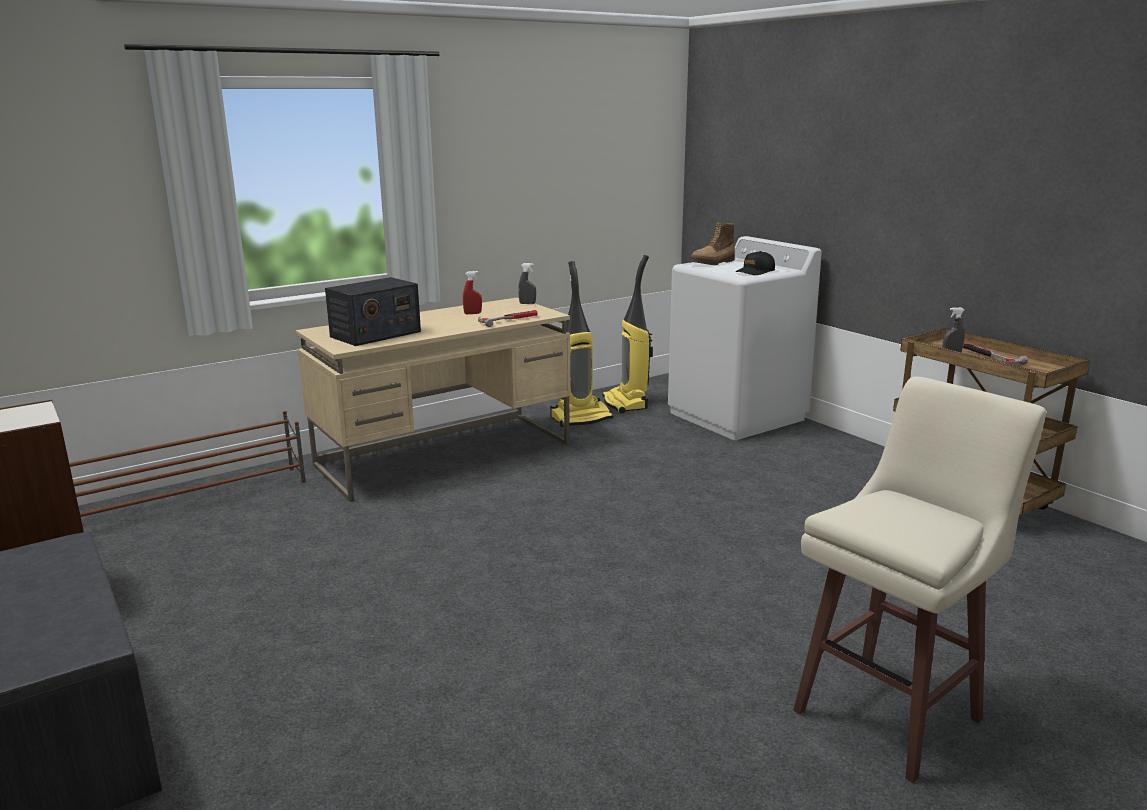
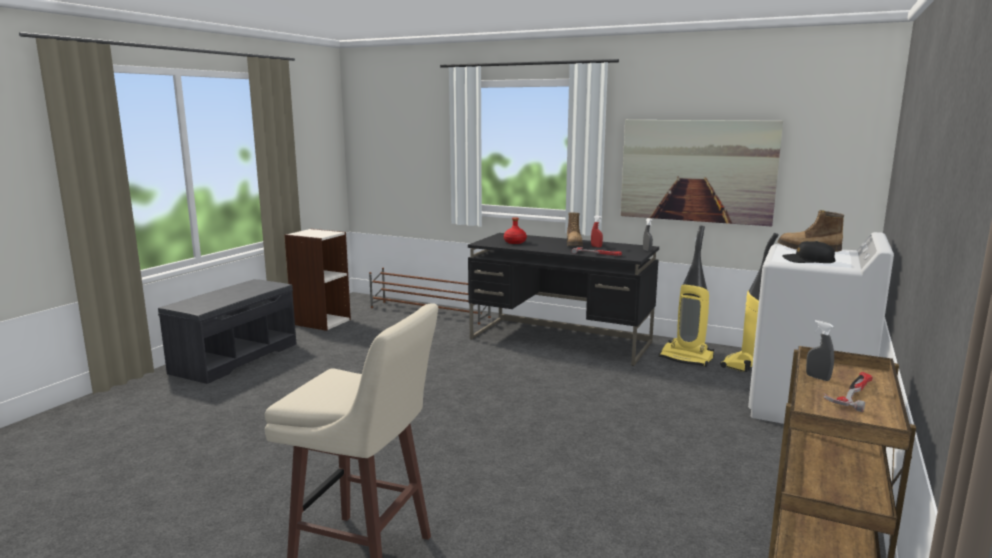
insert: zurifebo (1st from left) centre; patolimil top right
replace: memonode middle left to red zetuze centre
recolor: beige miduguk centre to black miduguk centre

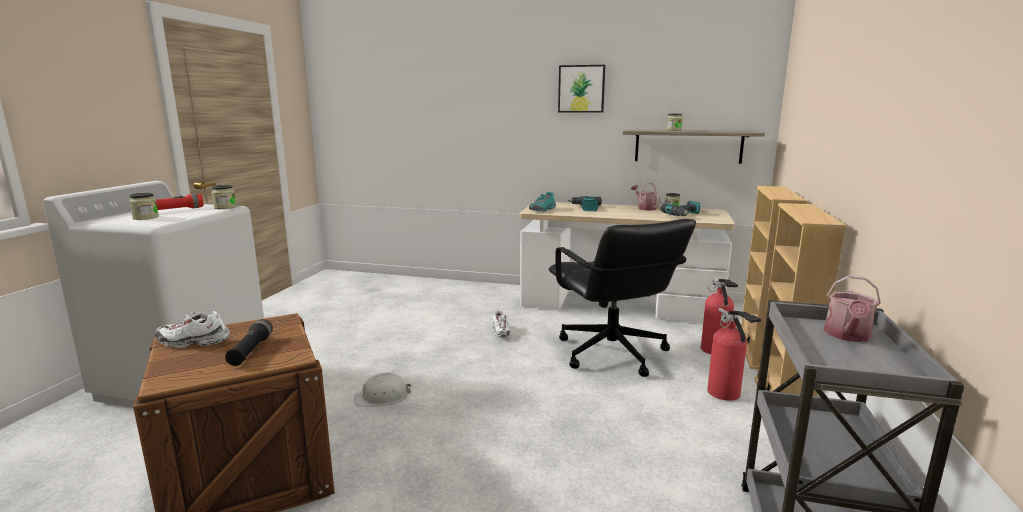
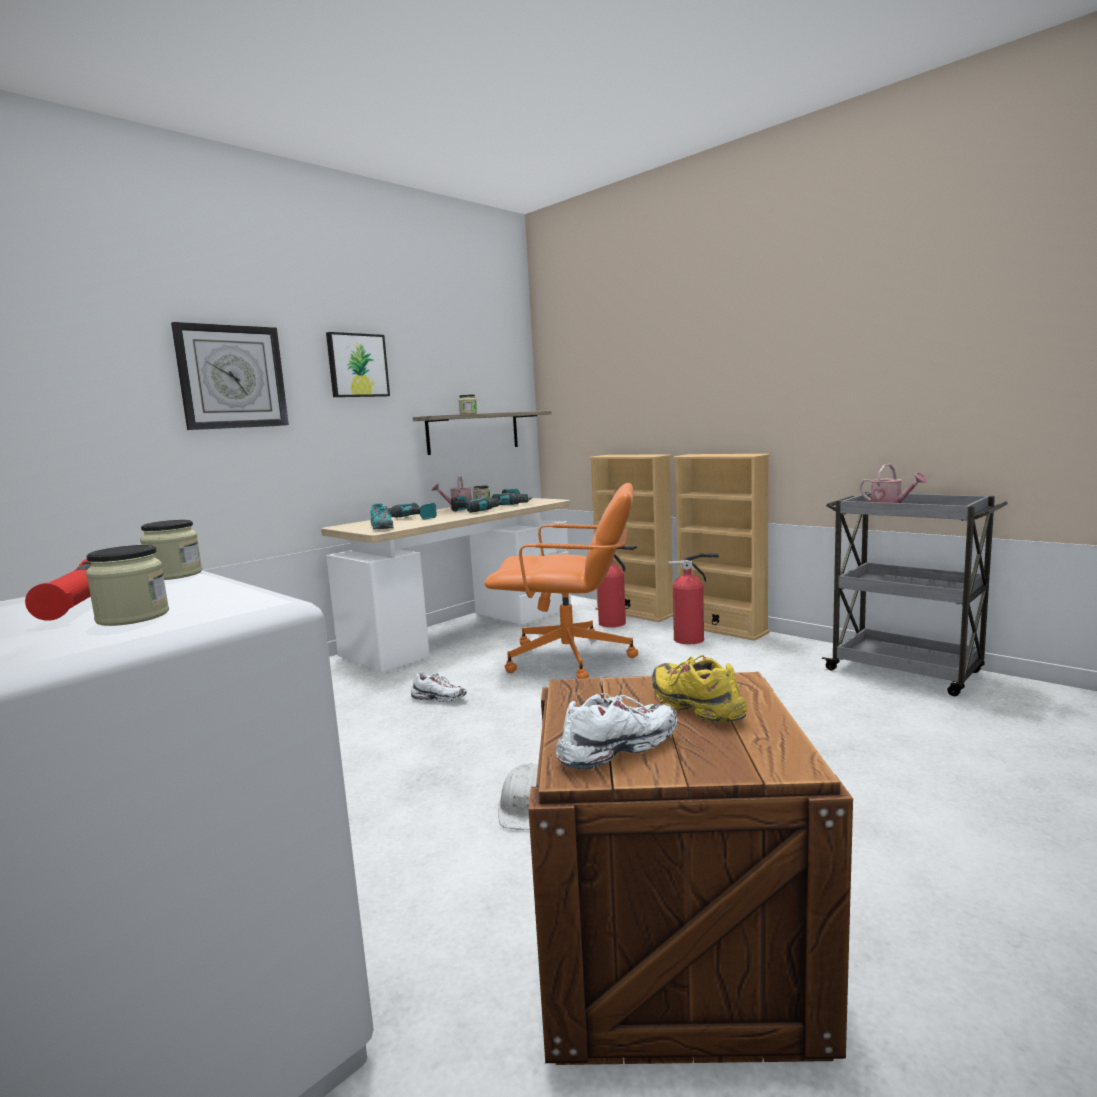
insert: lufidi middle left; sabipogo (2nd from left) centre
replace: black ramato bottom left to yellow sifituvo centre
recolor: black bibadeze centre to orange bibadeze centre
rotate: white sifituvo (1st from left in the first image) middle left = centre 150 degrees counterclockwise

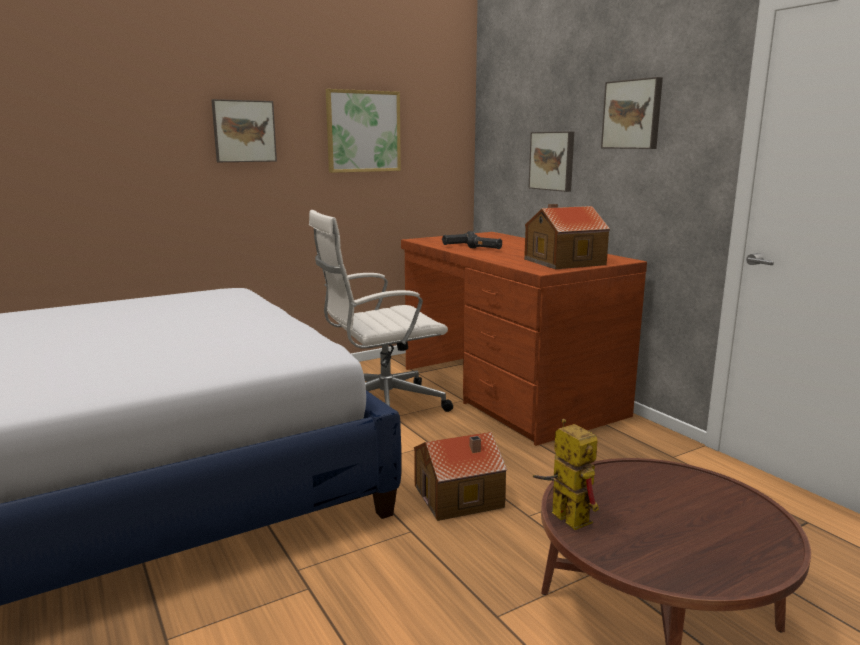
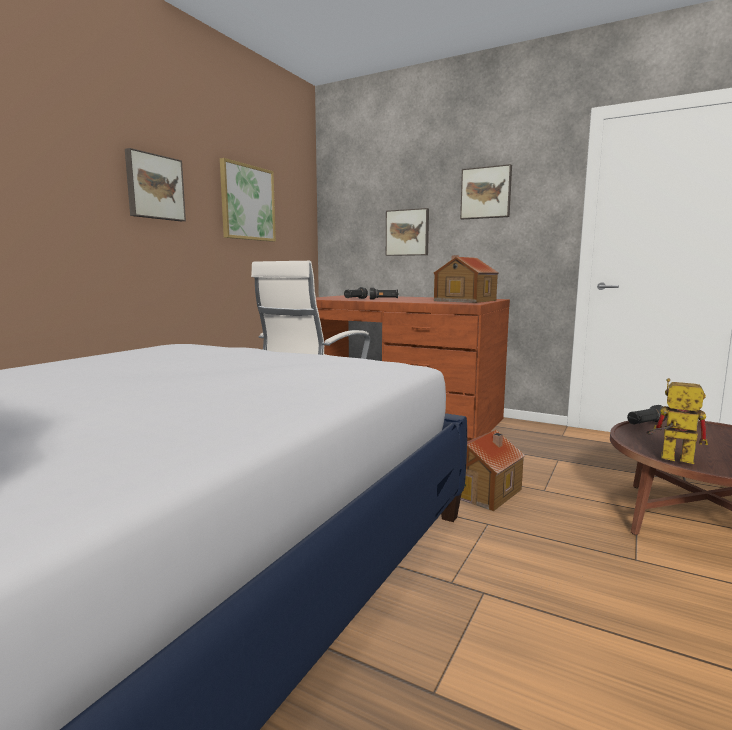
insert: black ramato (3rd from left) middle right

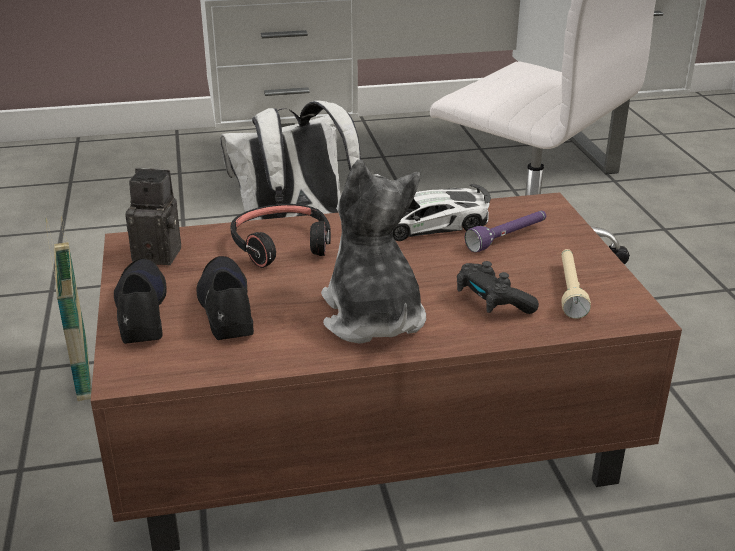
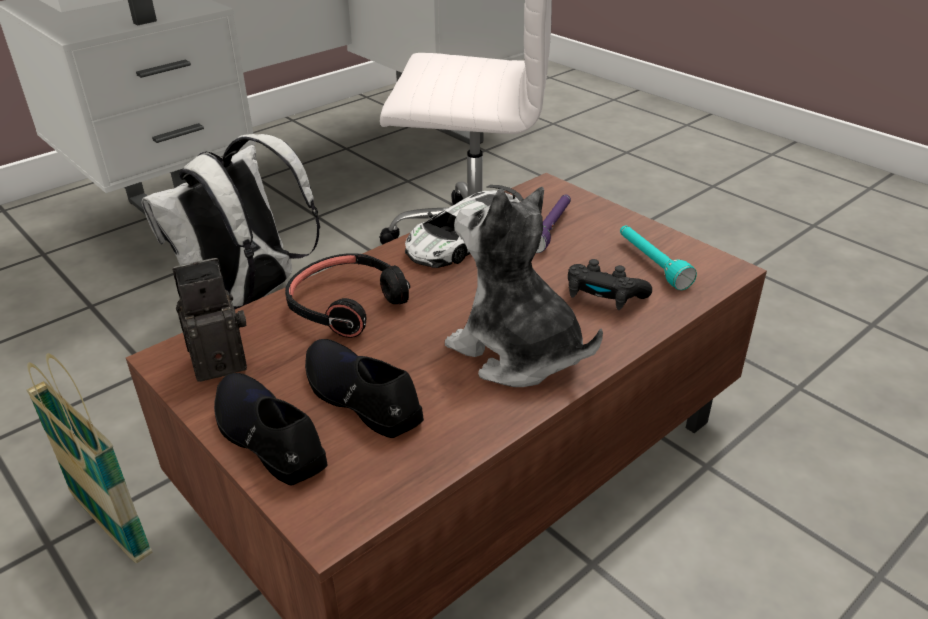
recolor: beige ramato middle right to turquoise ramato middle right

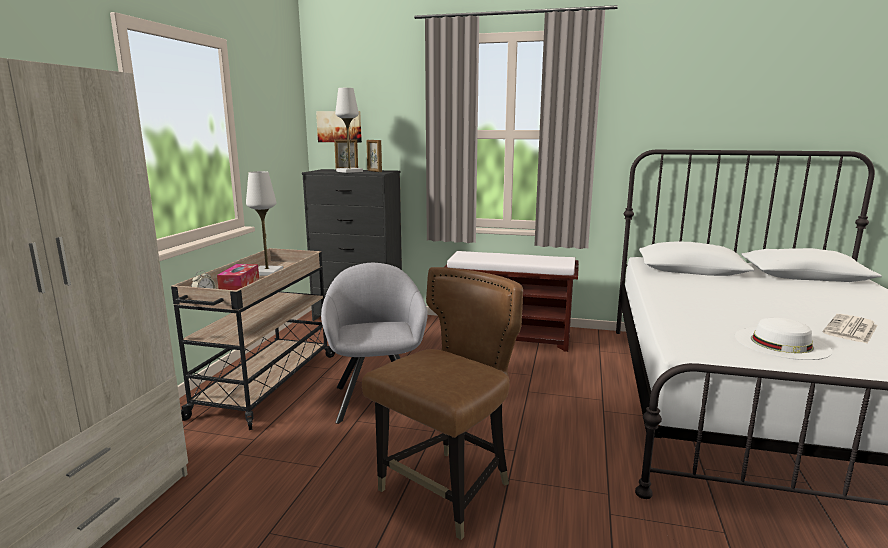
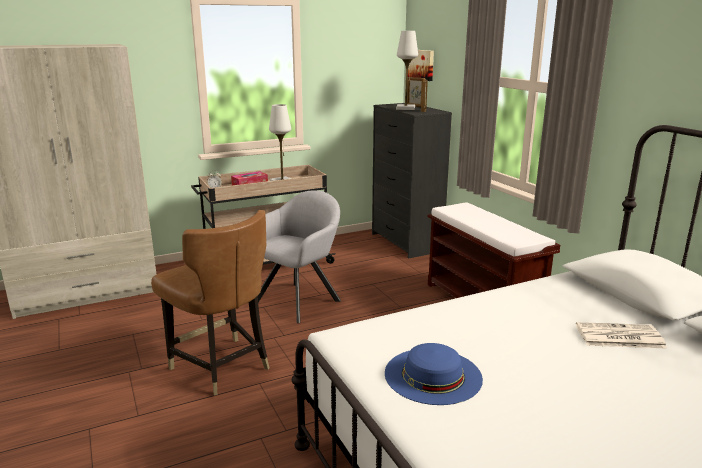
move: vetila middle right to bottom right
recolor: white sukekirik middle right to blue sukekirik bottom centre
rotate: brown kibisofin bottom centre = middle left 45 degrees clockwise

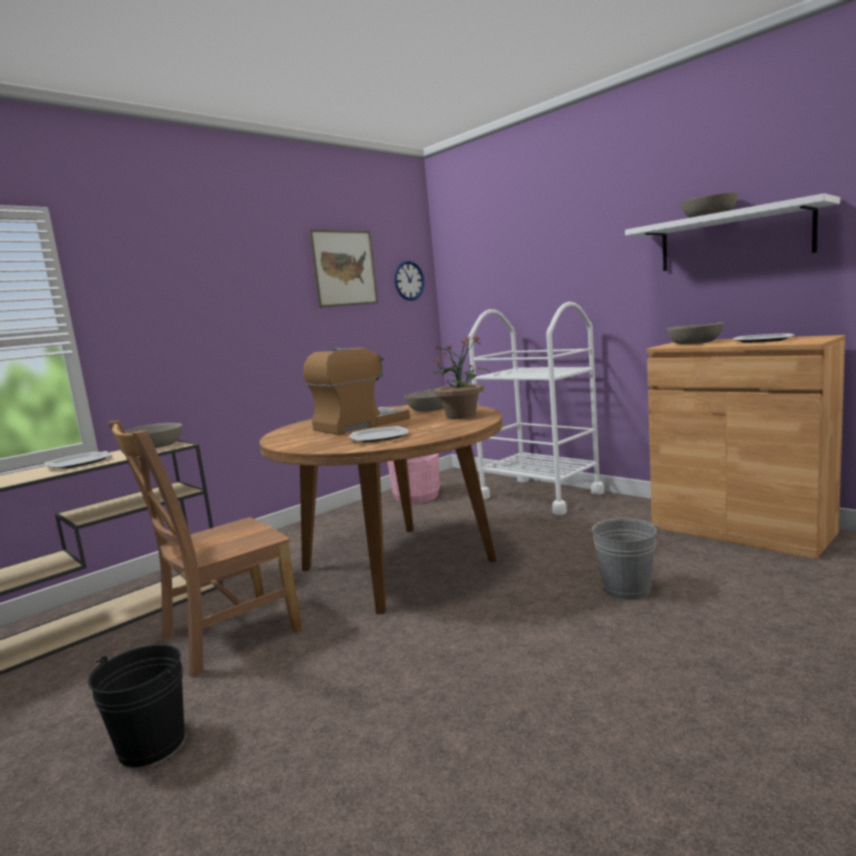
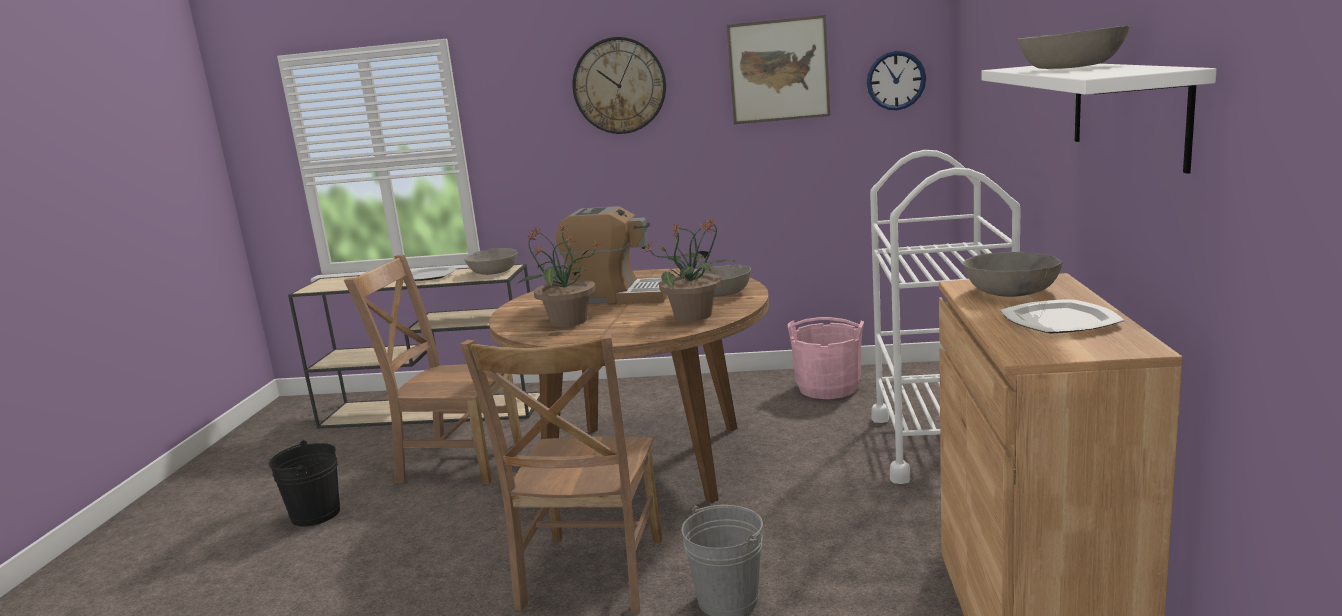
insert: brown kibisofin (2nd from left) bottom centre; lufidi (1st from left) top centre
replace: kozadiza (2nd from left) centre to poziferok (1st from left) centre

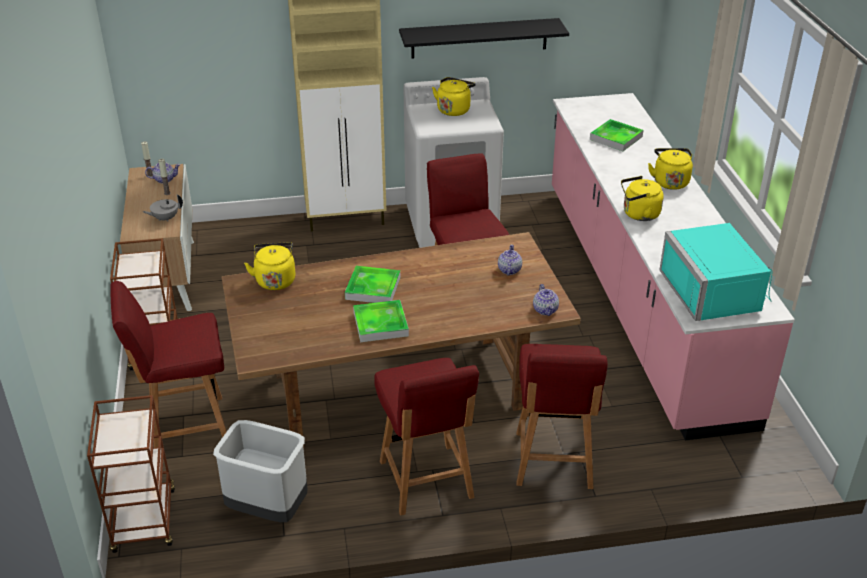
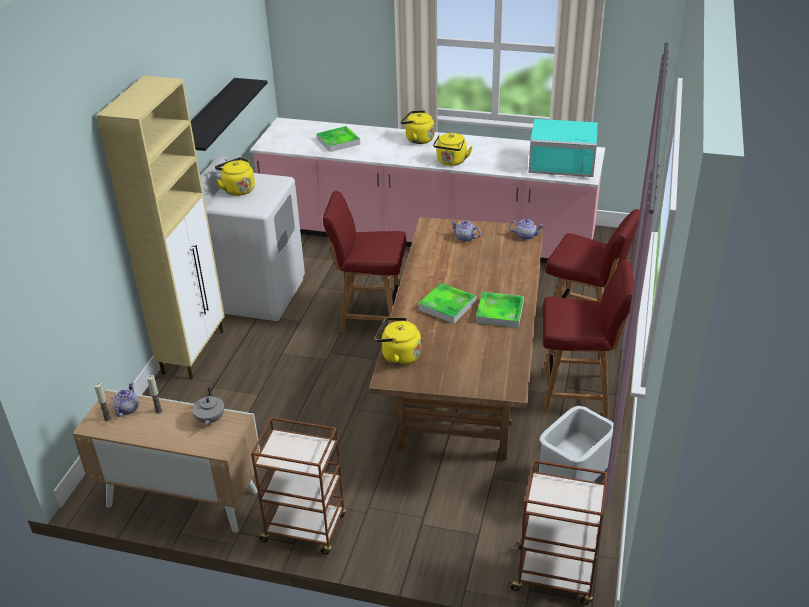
delete: red kibisofin (1st from left) middle left

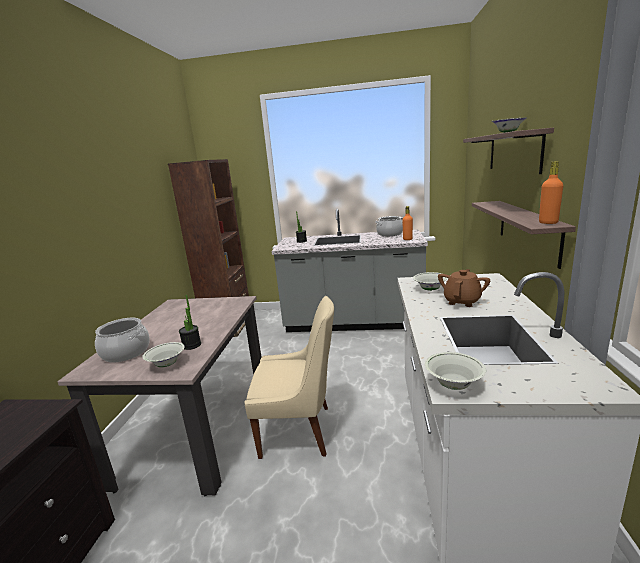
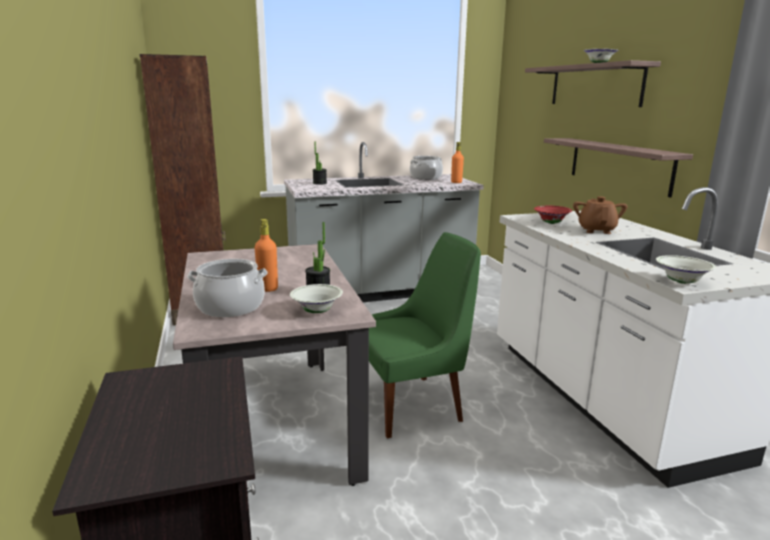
move: orange zetuze (2nd from left in the first image) middle right to orange zetuze (1st from left) centre
recolor: beige kibisofin bottom centre to green kibisofin centre; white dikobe (2nd from left) middle right to red dikobe middle right

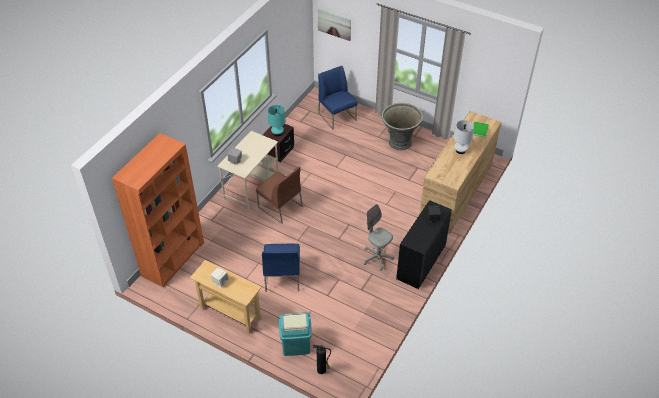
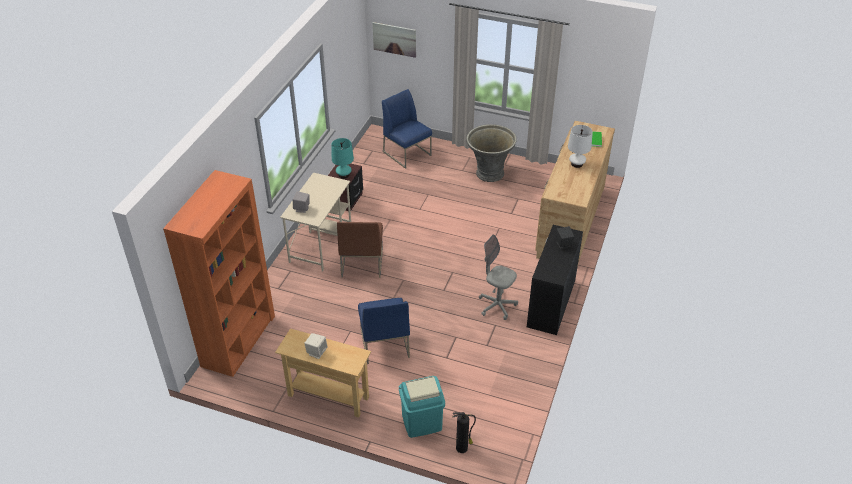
rotate: brown kibisofin centre = centre 60 degrees clockwise

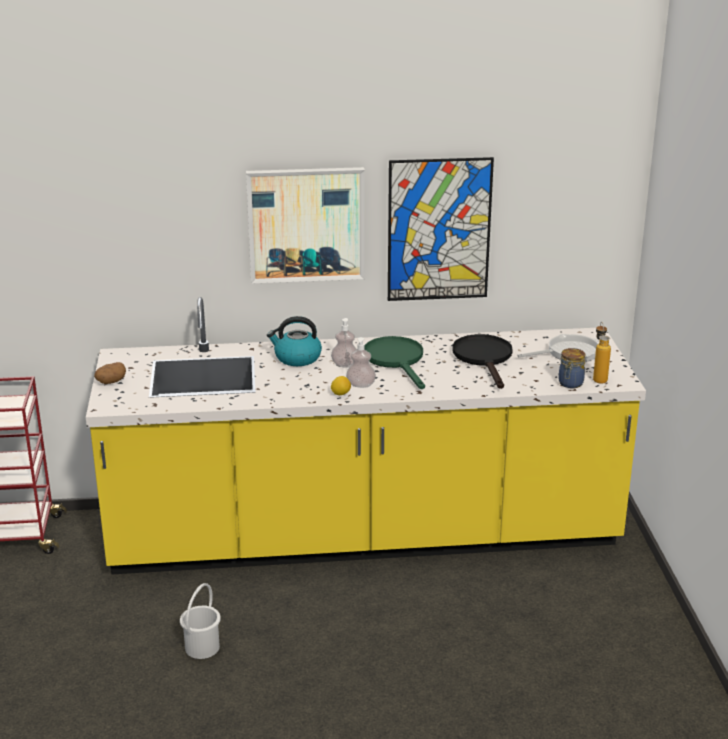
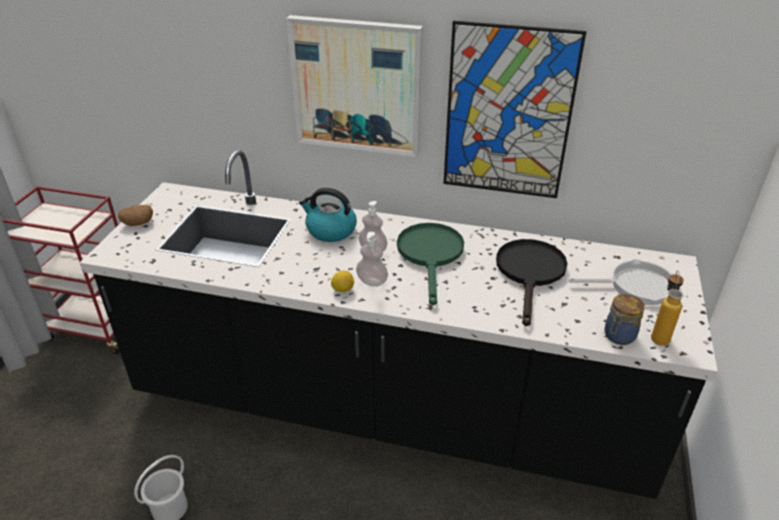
recolor: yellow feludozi centre to black feludozi centre

